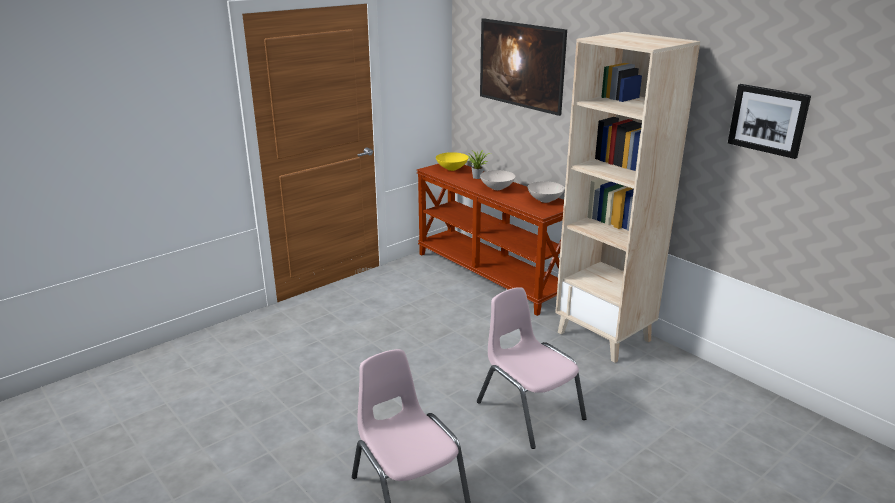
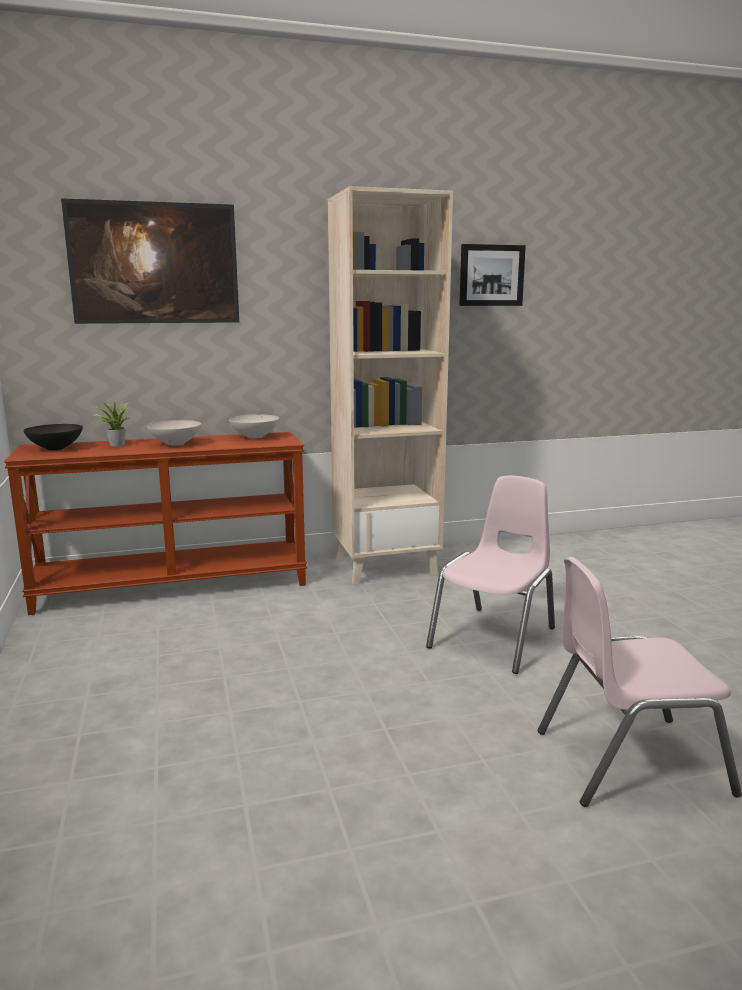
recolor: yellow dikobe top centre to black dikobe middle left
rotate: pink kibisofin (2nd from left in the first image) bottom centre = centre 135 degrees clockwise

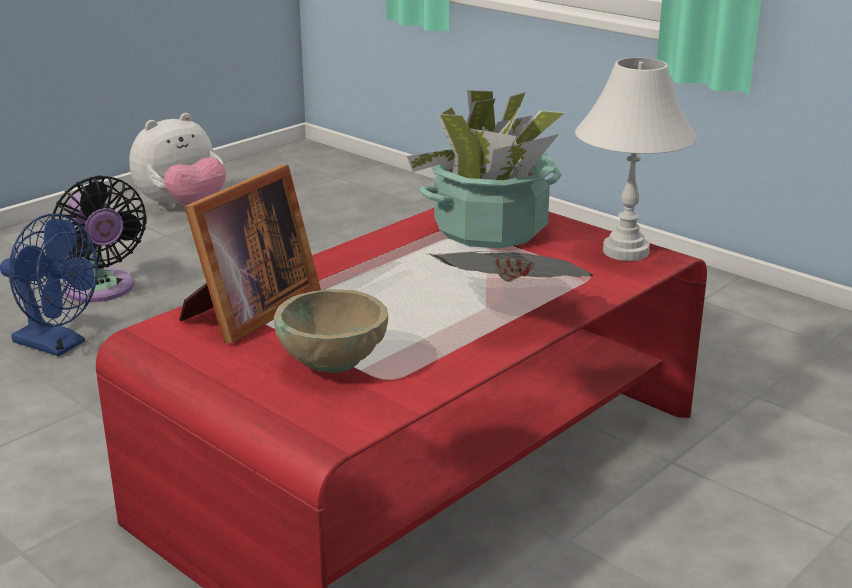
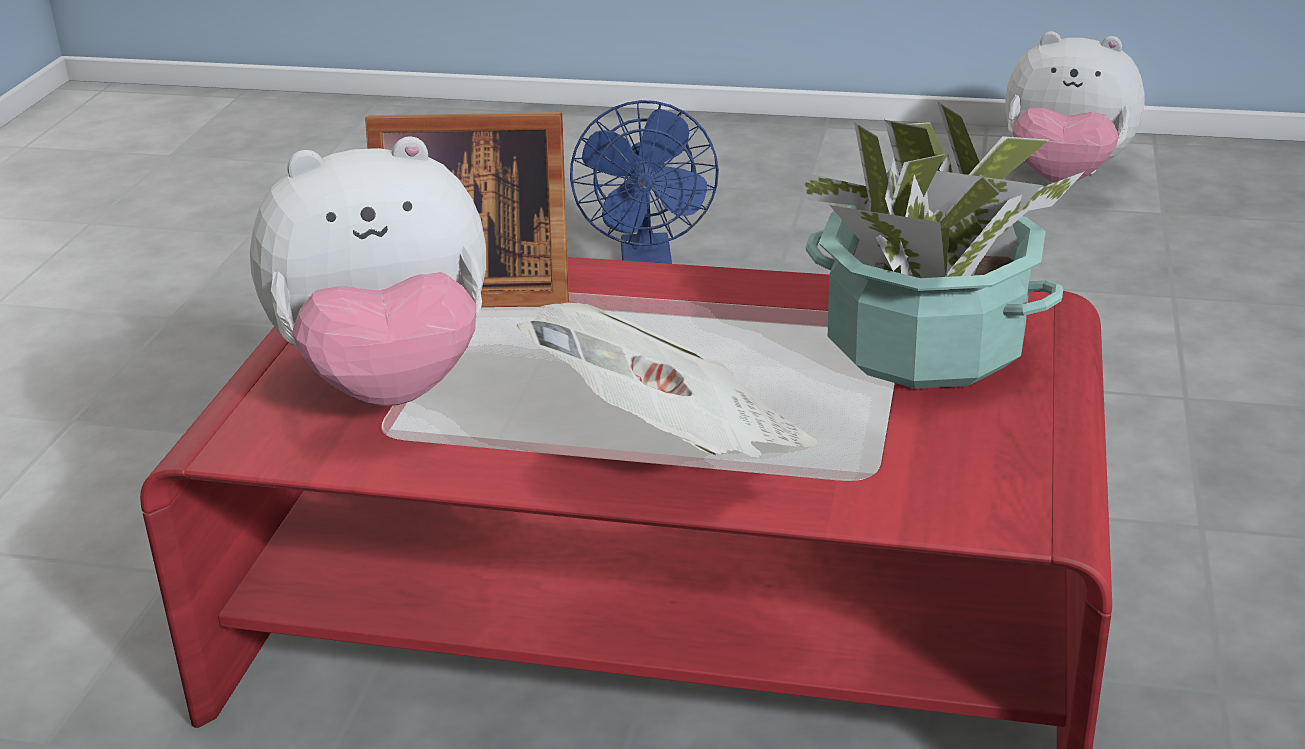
delete: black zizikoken middle left; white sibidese top right
replace: beige dikobe centre to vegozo (1st from left) middle left

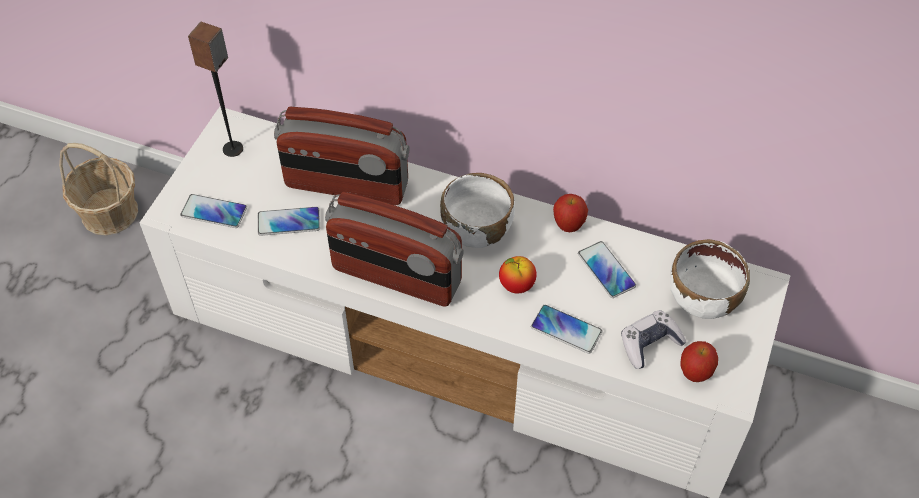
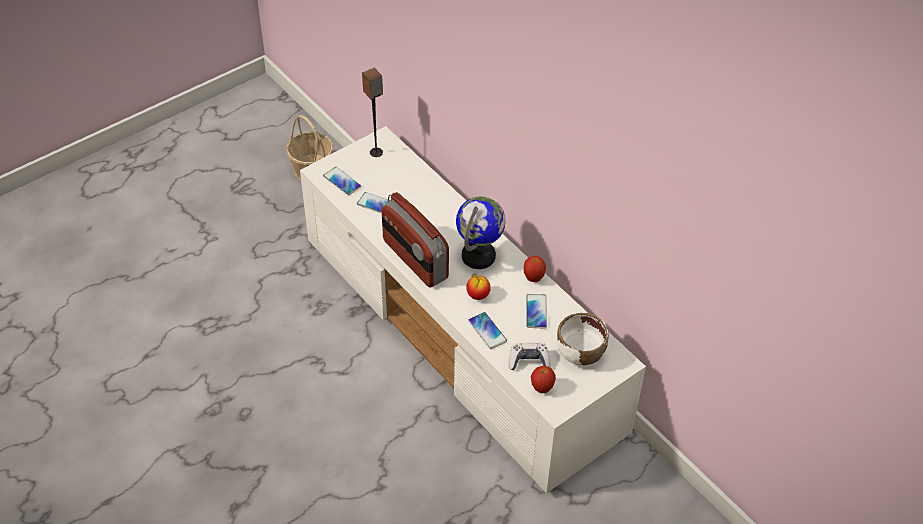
delete: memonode (1st from left) top centre
replace: white dikobe (1st from left) centre to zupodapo centre

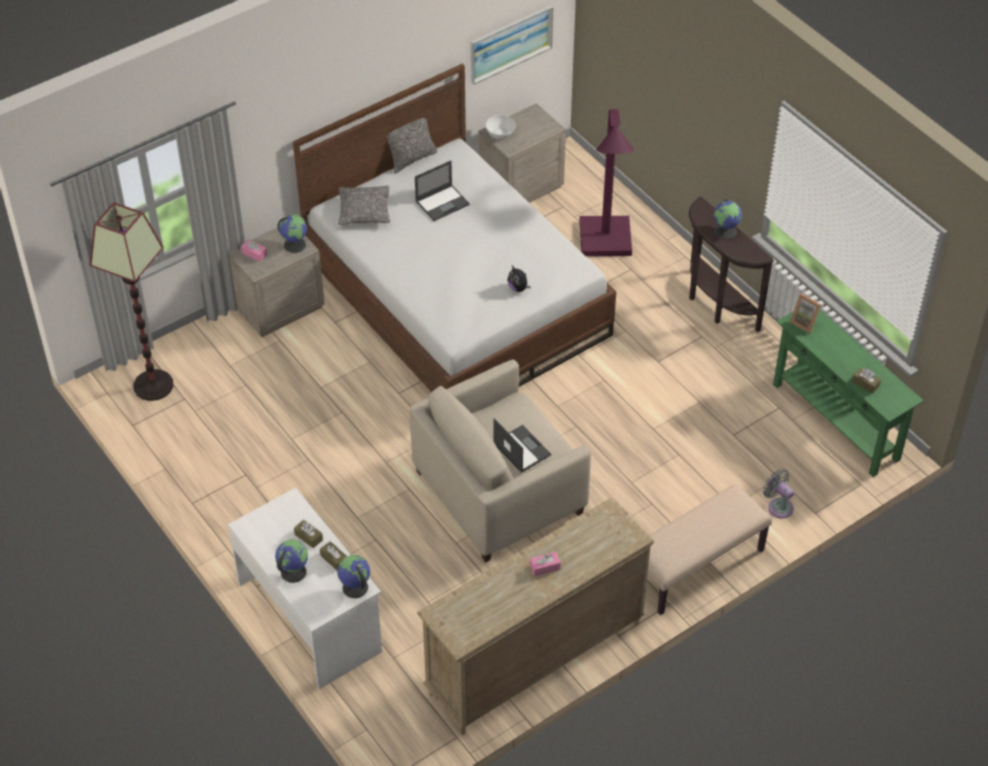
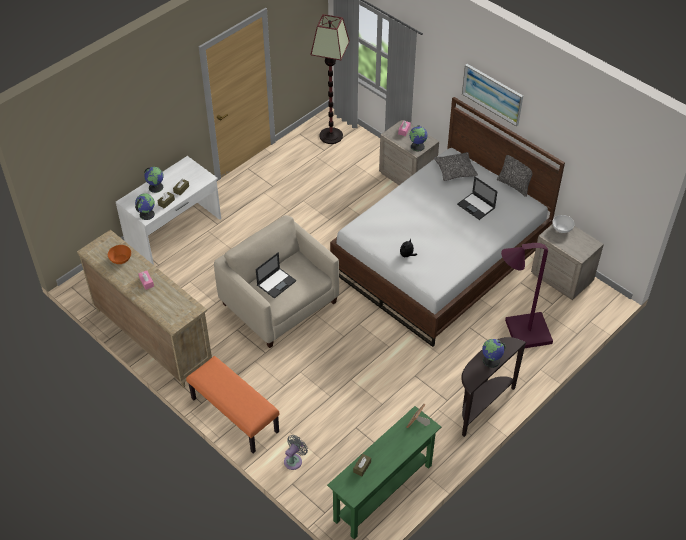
insert: orange dikobe middle left
move: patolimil top centre to top right
recolor: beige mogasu bottom right to orange mogasu bottom centre

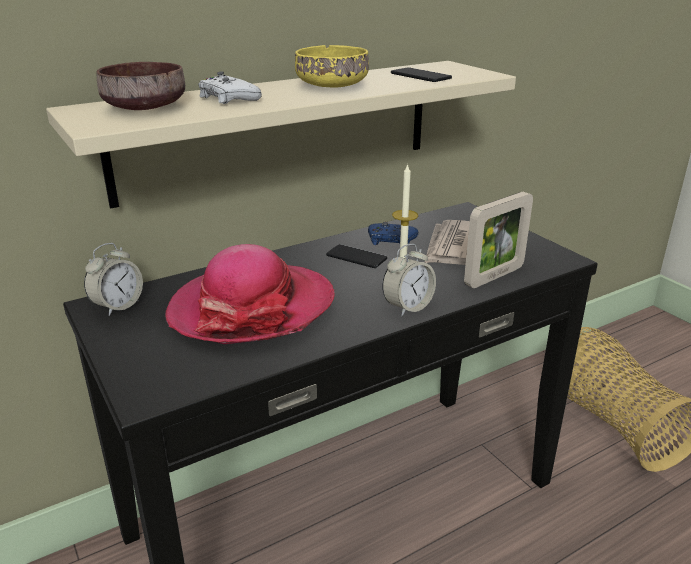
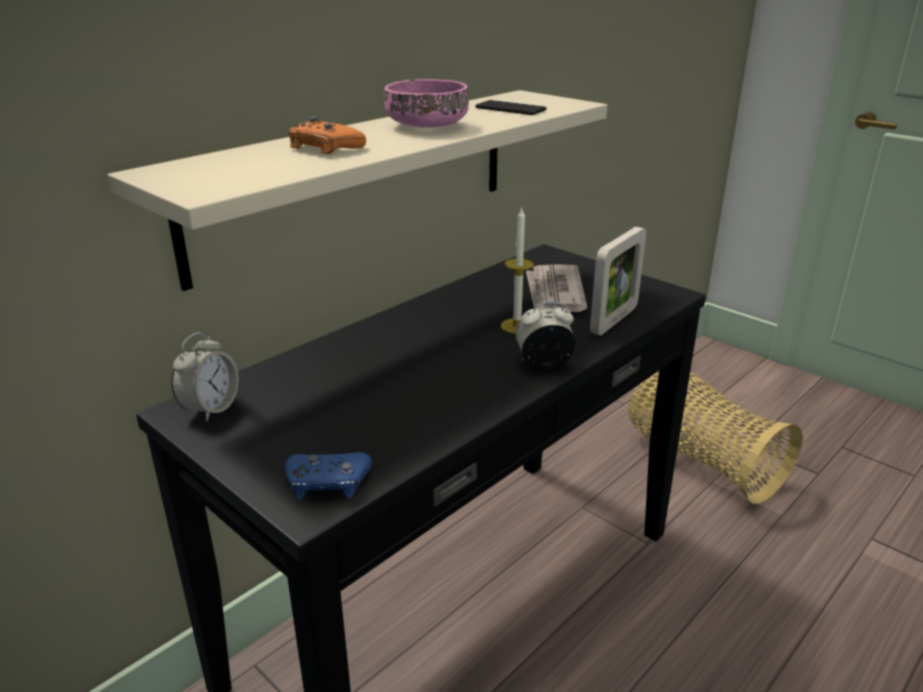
delete: brown dikobe top left; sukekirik centre; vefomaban (1st from left) centre
move: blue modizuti centre to bottom centre
recolor: white modizuti top left to orange modizuti top centre; yellow dikobe top centre to pink dikobe top centre
rotate: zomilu (2nd from left) centre = centre 135 degrees counterclockwise

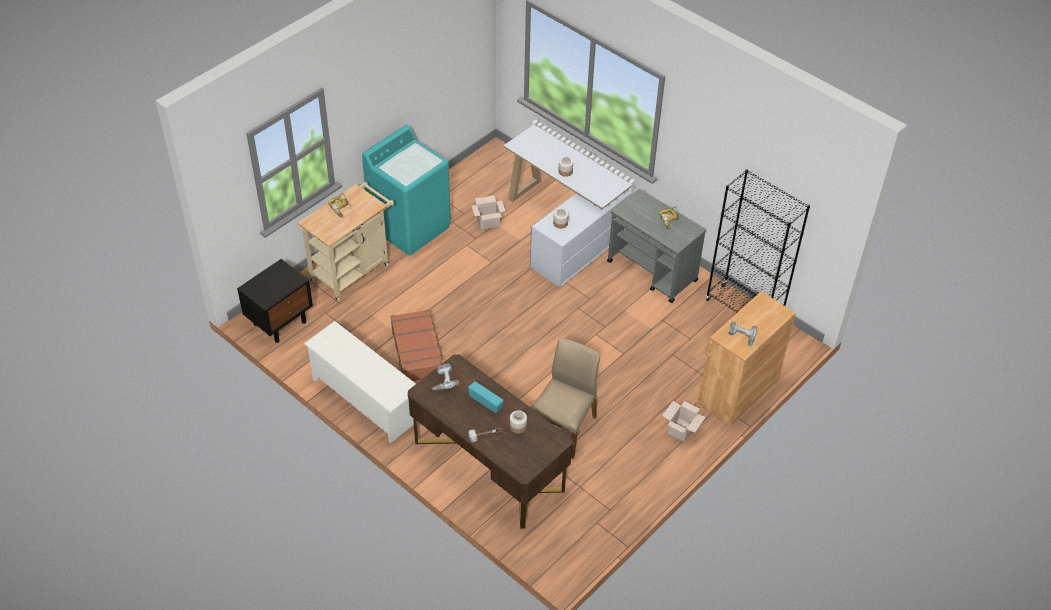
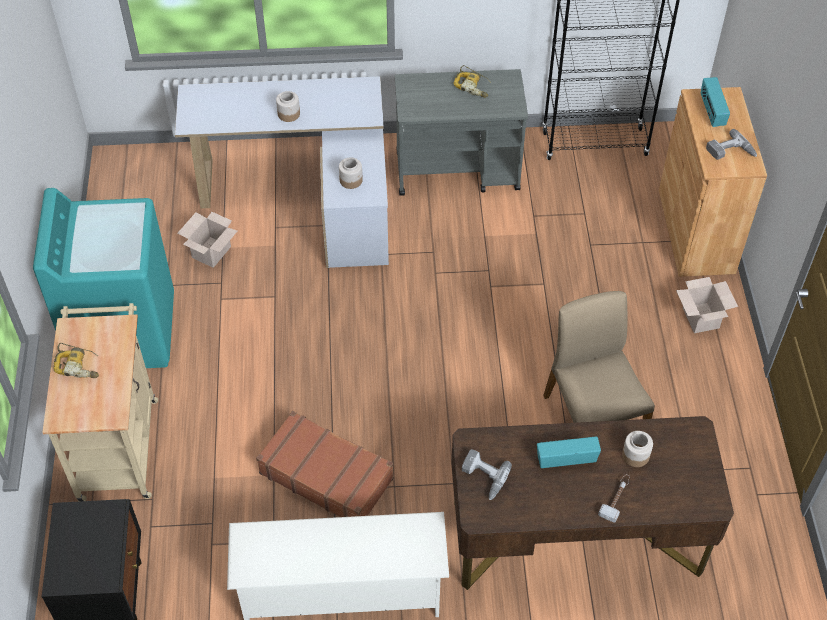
insert: memonode (2nd from left) top right

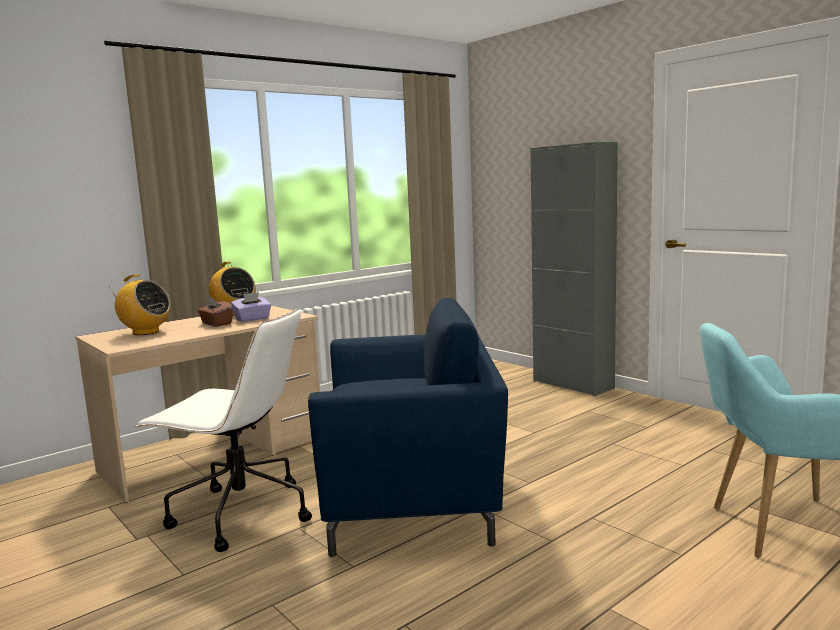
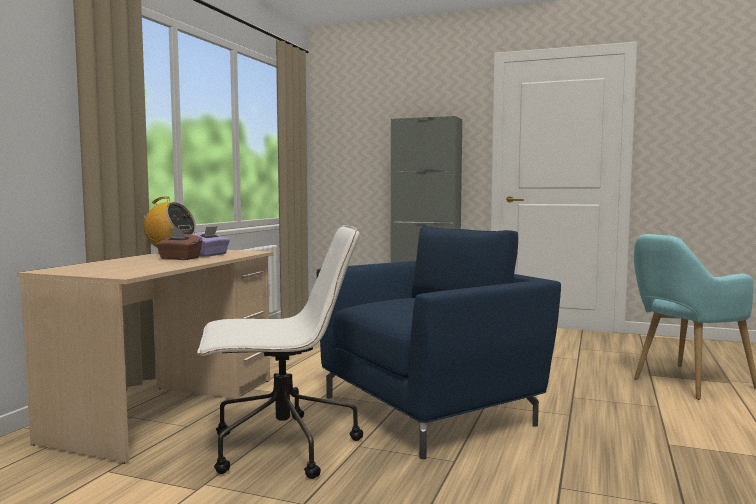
delete: memonode (1st from left) middle left

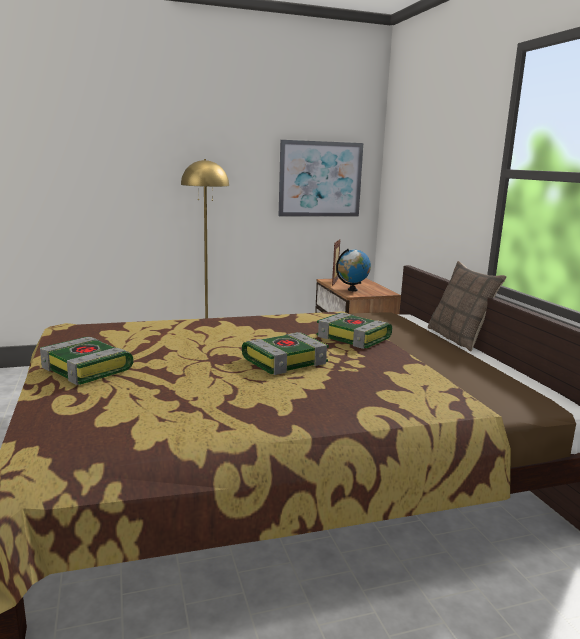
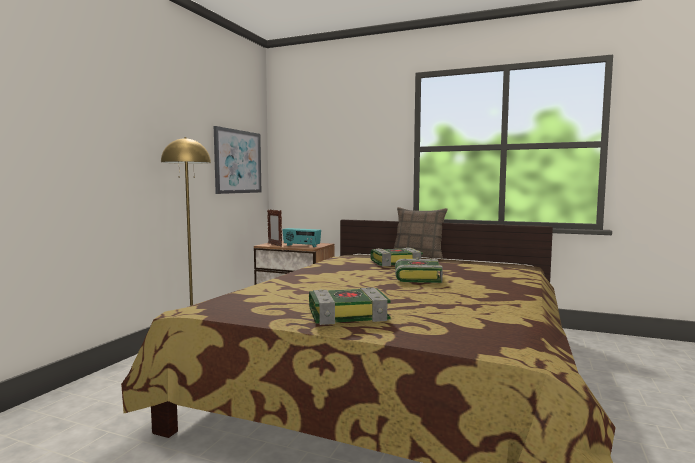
replace: zupodapo centre to memonode centre

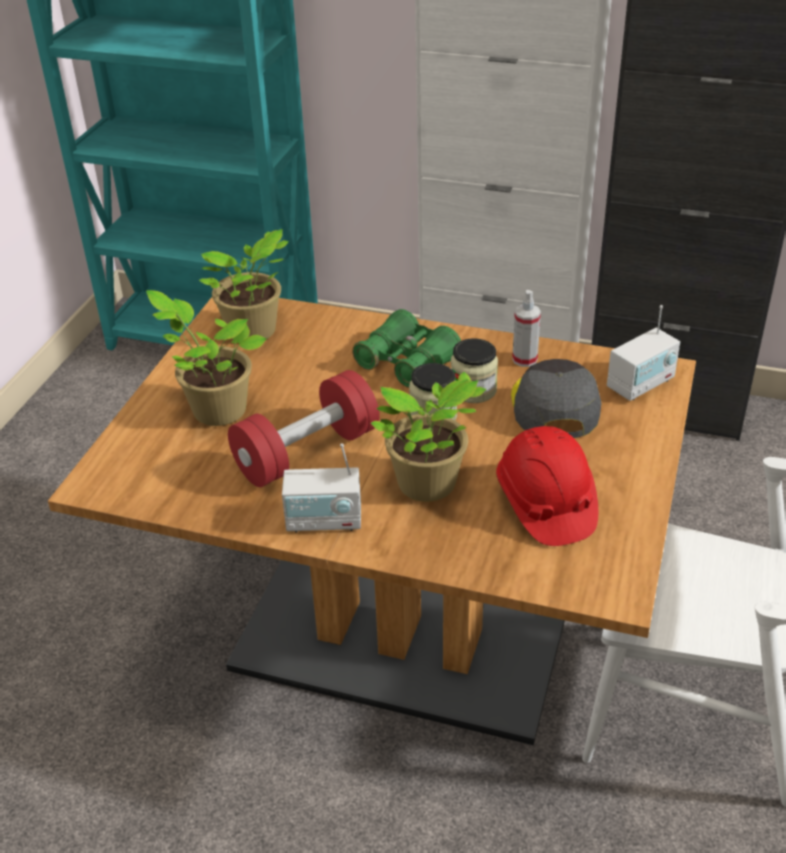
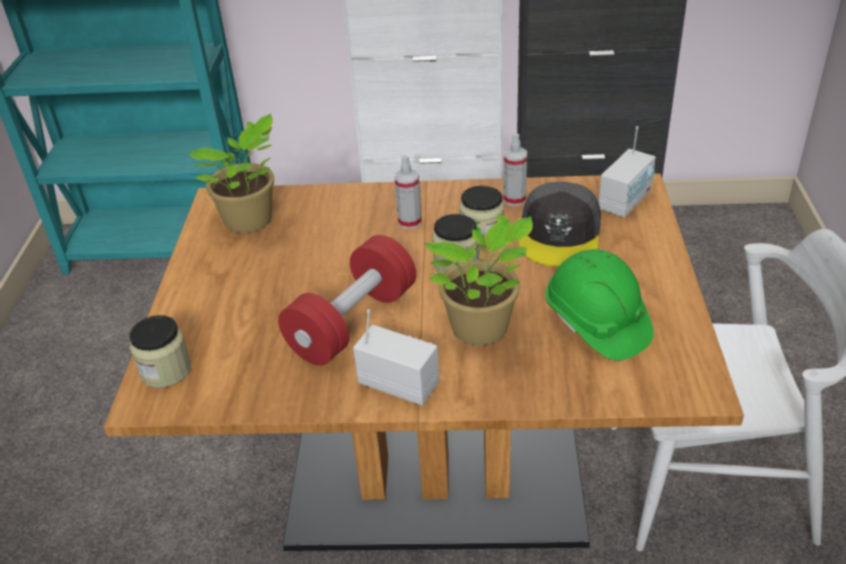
delete: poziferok (1st from left) middle left
insert: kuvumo (1st from left) middle left
replace: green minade centre to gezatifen (1st from left) centre
recolor: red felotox middle right to green felotox middle right
rotate: memonode (1st from left) centre = centre 135 degrees counterclockwise; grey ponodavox middle right = centre 150 degrees counterclockwise

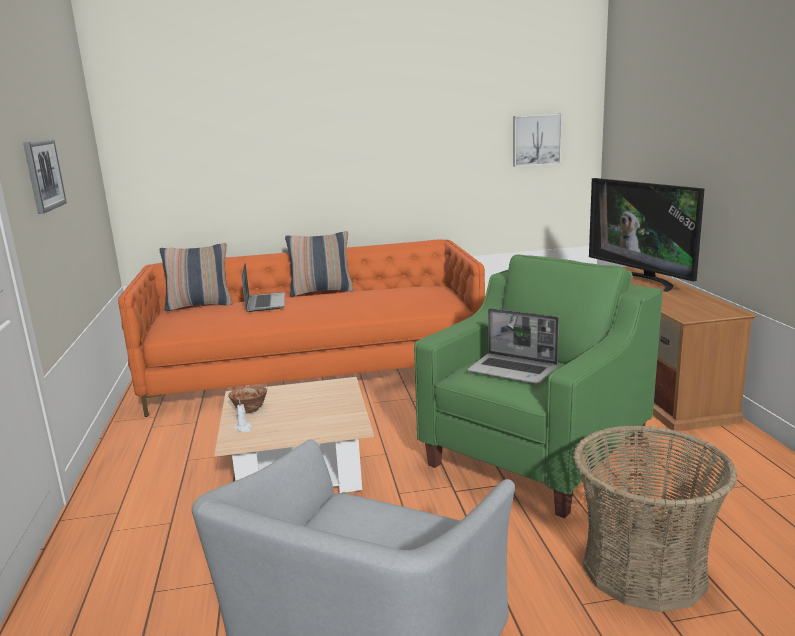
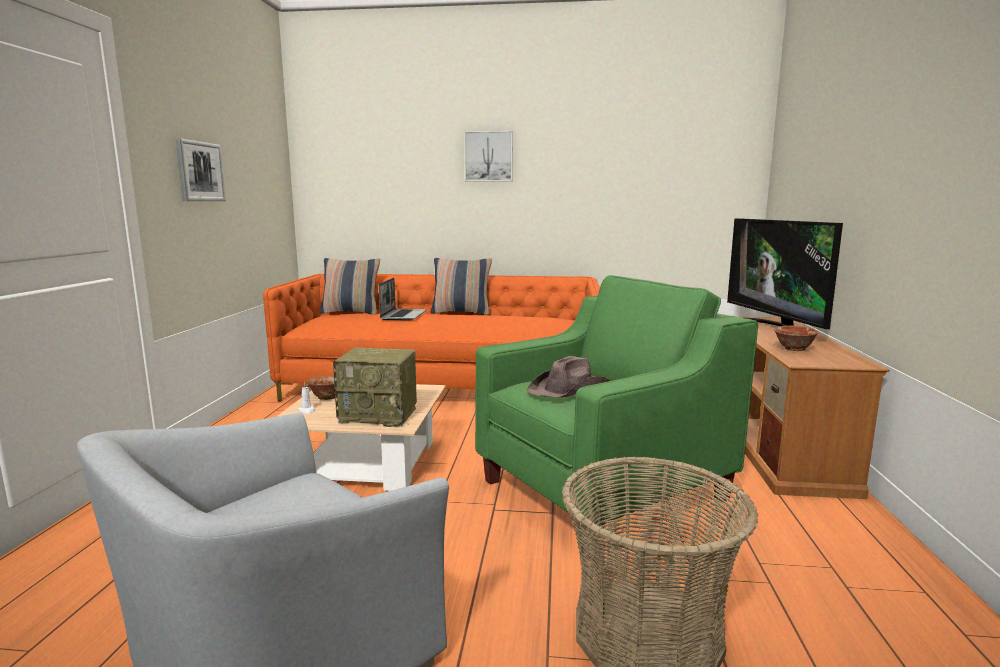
insert: memonode centre; dikobe (2nd from left) middle right
move: patolimil (2nd from left) top right to top centre
replace: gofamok (2nd from left) centre to brown sukekirik centre

